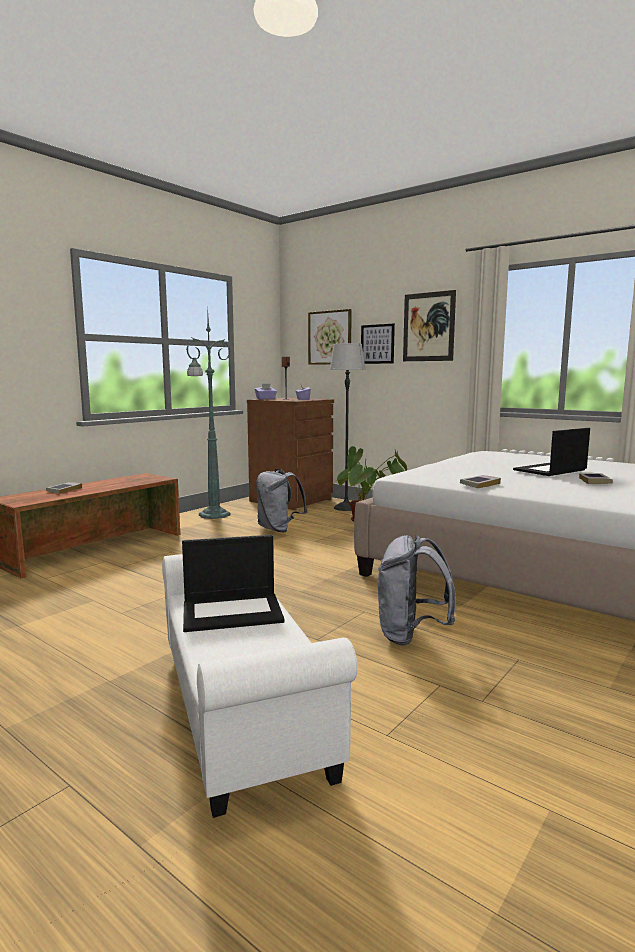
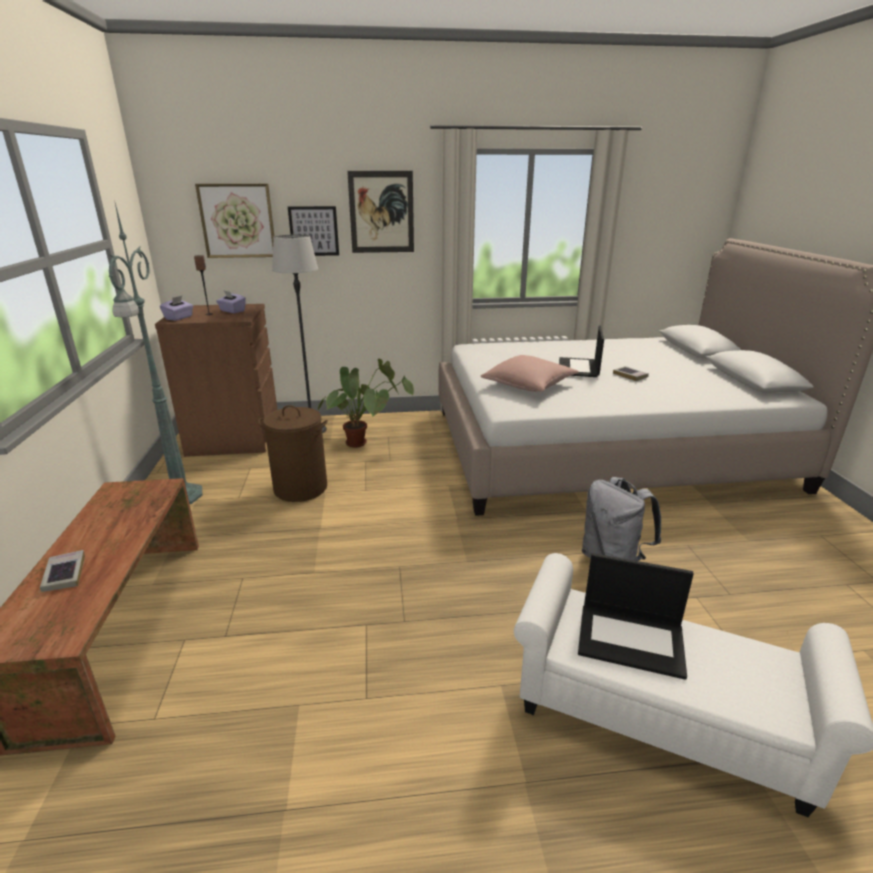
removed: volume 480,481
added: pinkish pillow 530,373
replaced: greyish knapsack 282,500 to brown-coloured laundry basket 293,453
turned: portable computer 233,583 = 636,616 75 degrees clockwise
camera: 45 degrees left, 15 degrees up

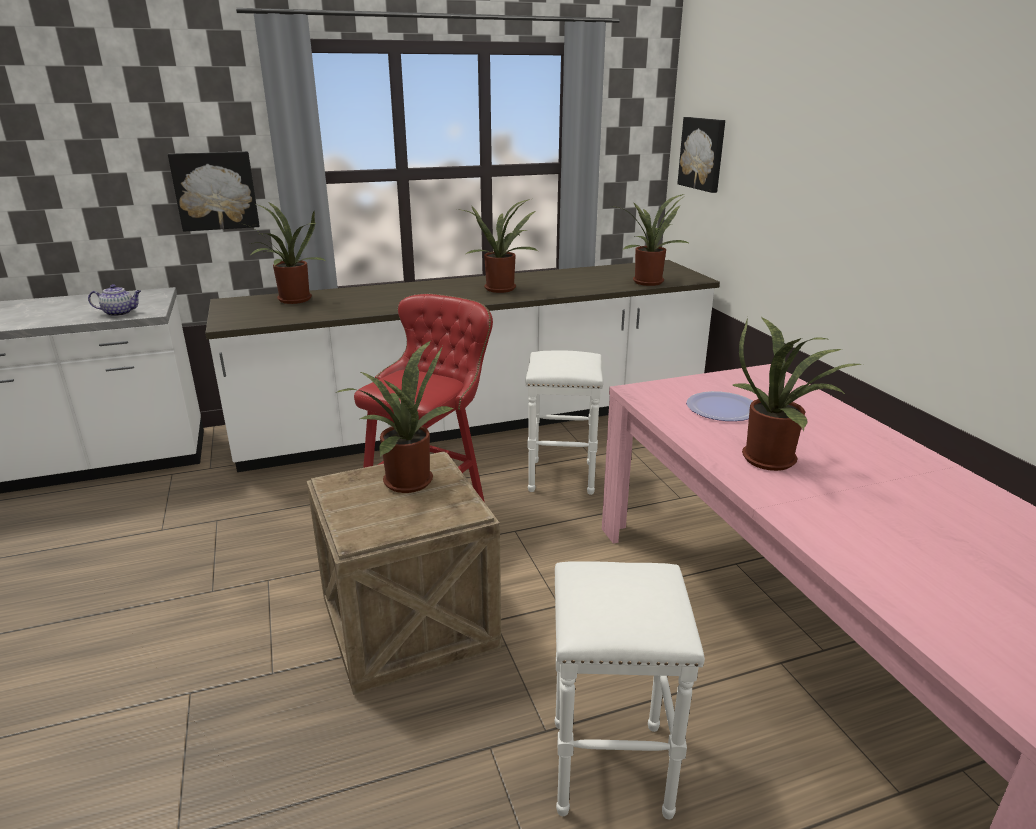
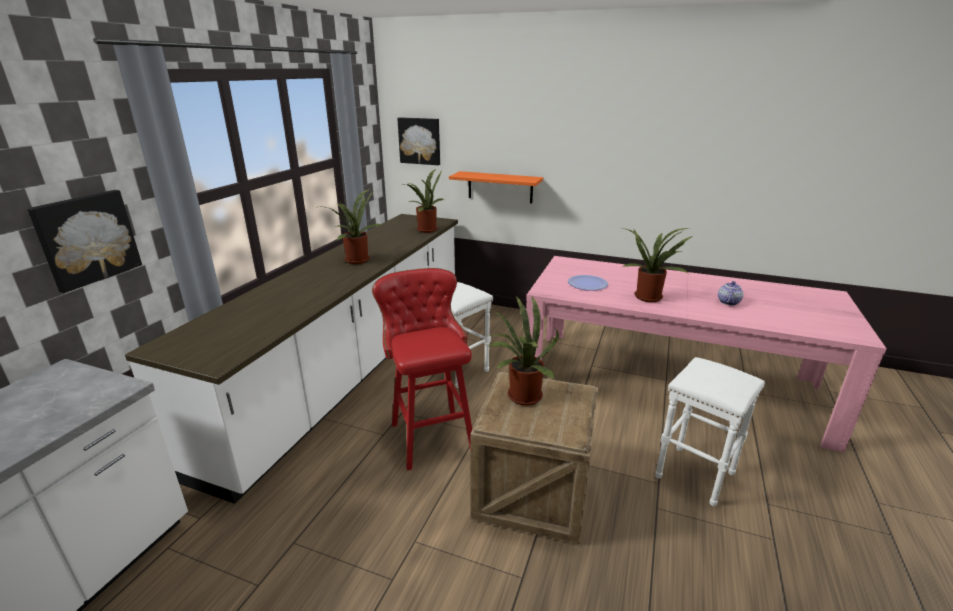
removed: houseplant 283,252
added: orange-coloured shelf 496,187
moved: tea pot 114,300 to 730,293
camera: 50 degrees left, 0 degrees up

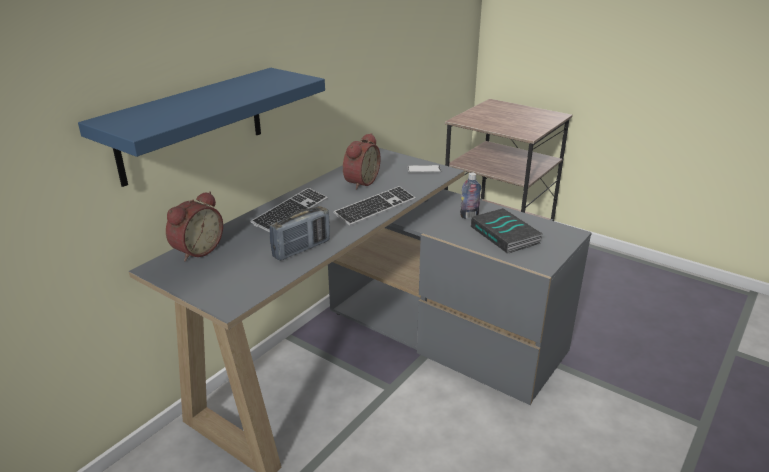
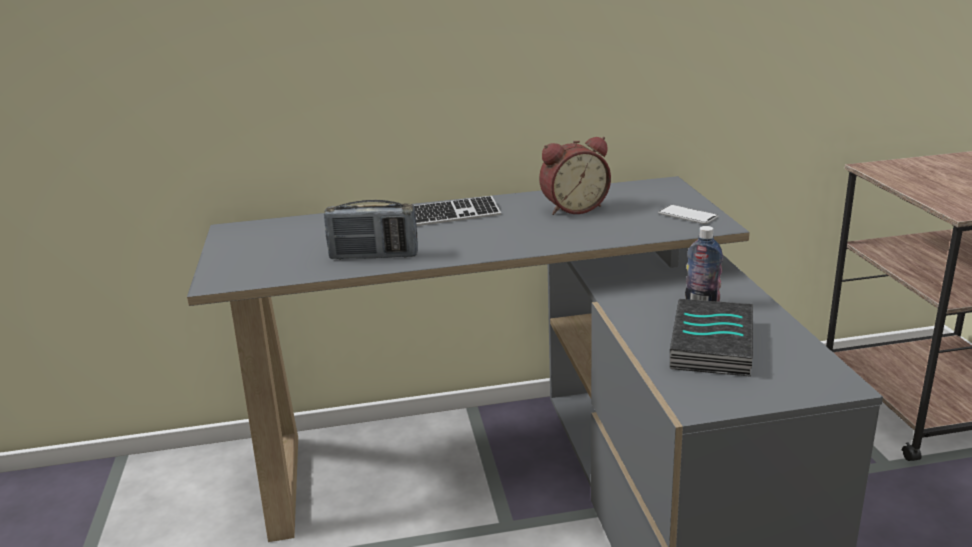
removed: blue shelf 201,127; bedside clock 194,226; computer keyboard 374,206
camera: 45 degrees right, 5 degrees down

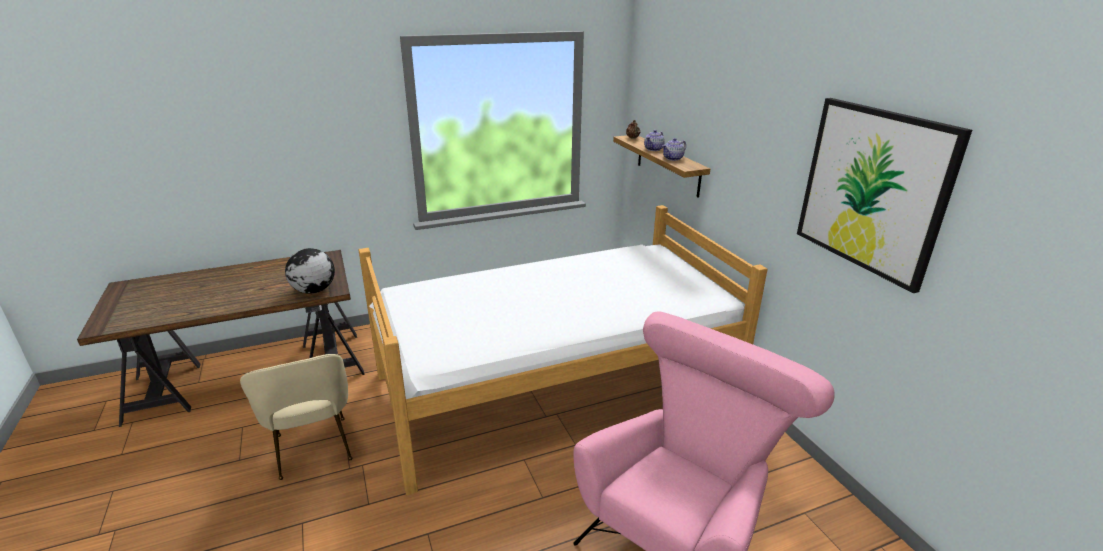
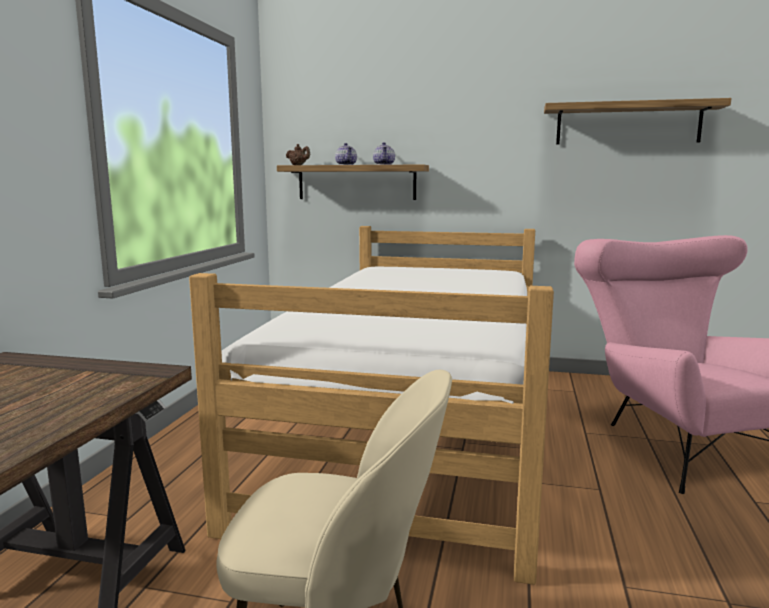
removed: world globe 310,271
replaced: picture 884,195 to shelf 638,121
camera: 55 degrees left, 15 degrees down

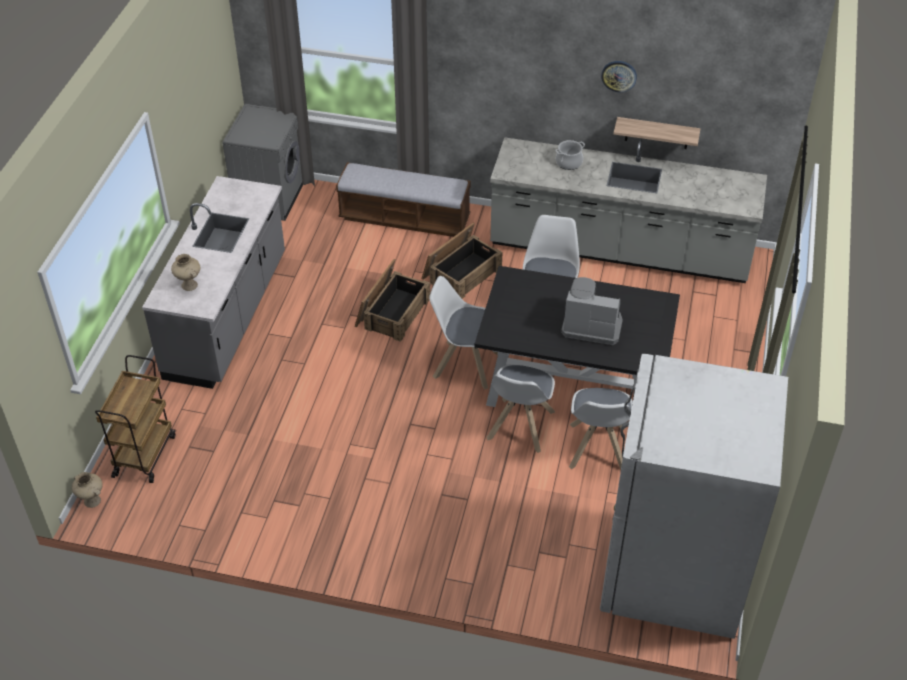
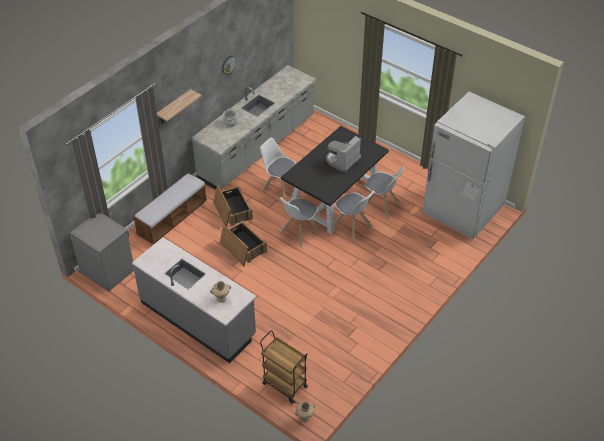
moved: shelf 657,133 to 179,106
camera: 65 degrees left, 0 degrees up

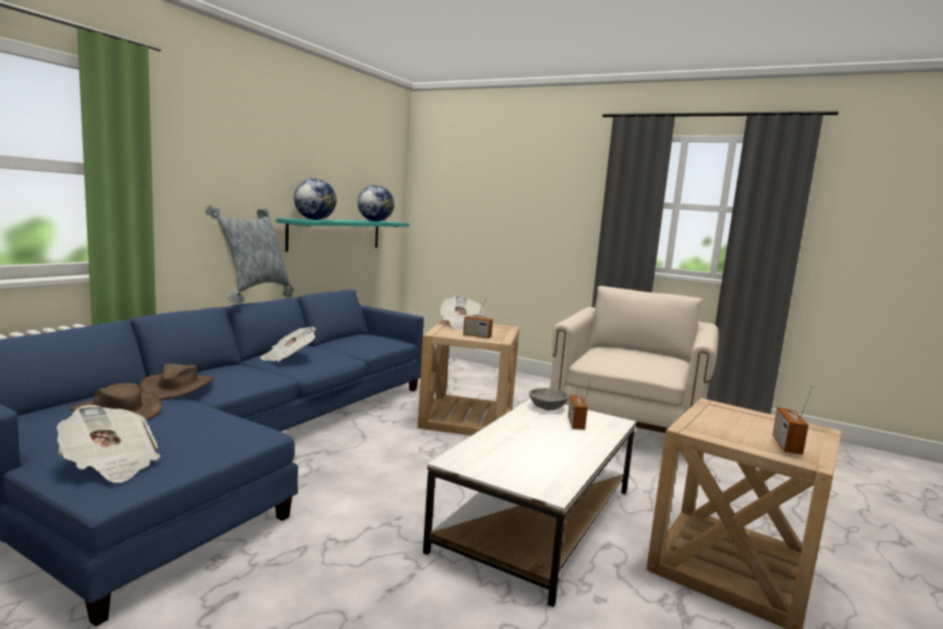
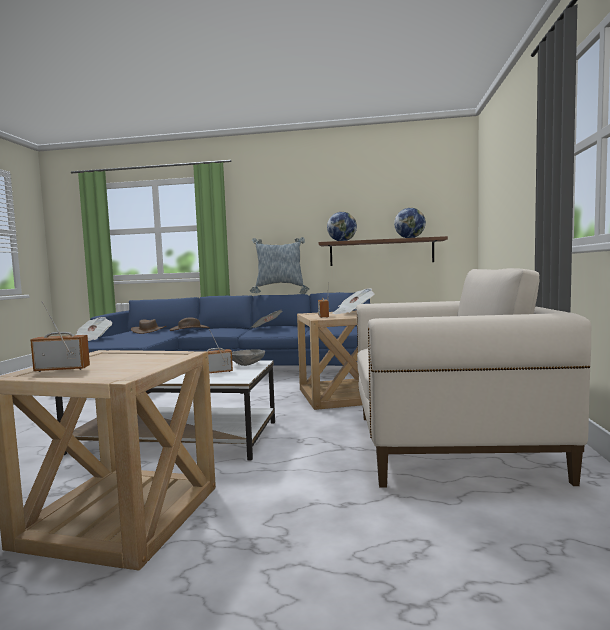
recoloured: turquoise-coloured shelf 342,234 to brown-coloured shelf 383,251
camera: 70 degrees right, 5 degrees down

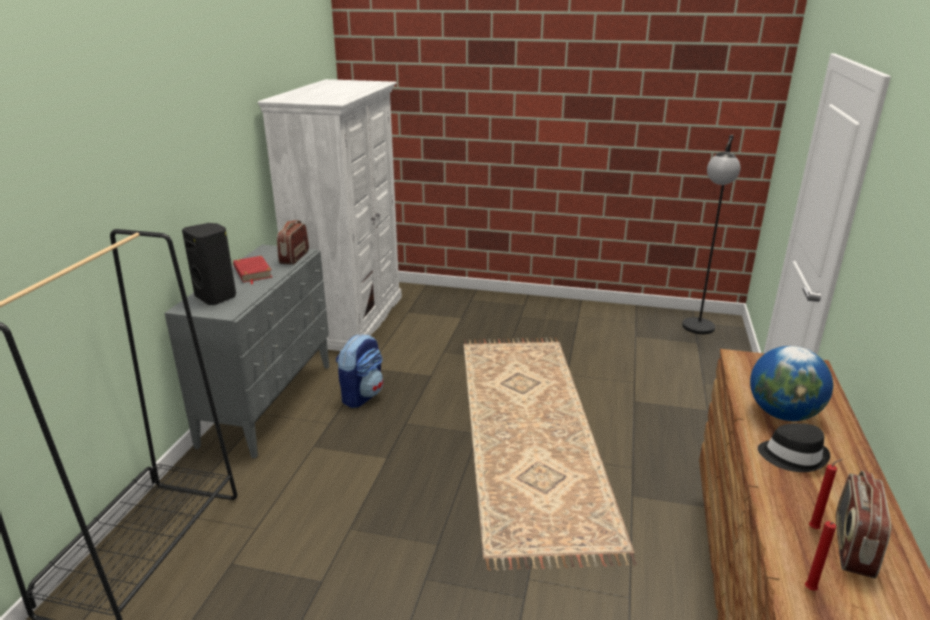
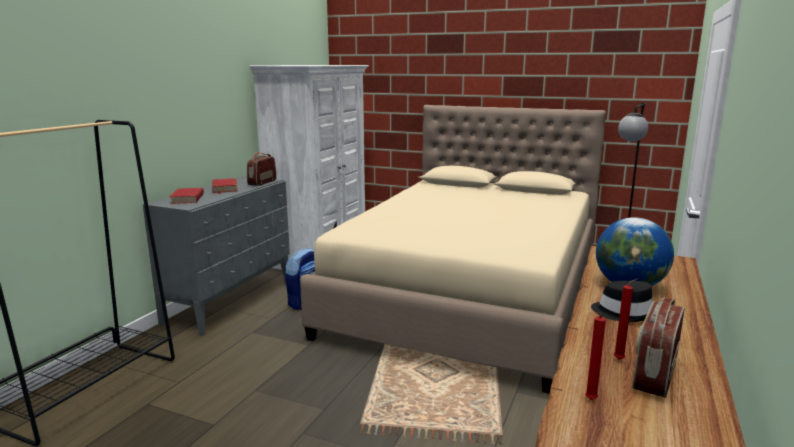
added: beige bedroom bed 453,249
replaced: black speaker 209,264 to red-coloured volume 187,196
camera: 10 degrees right, 10 degrees down

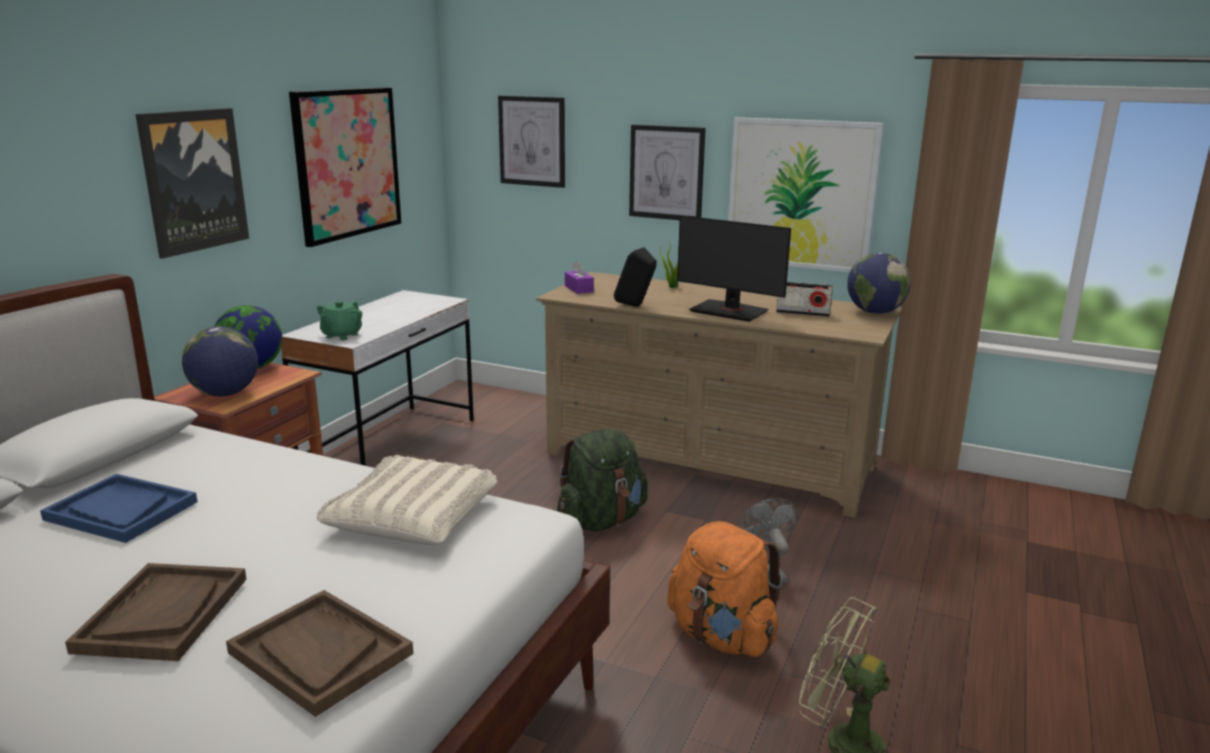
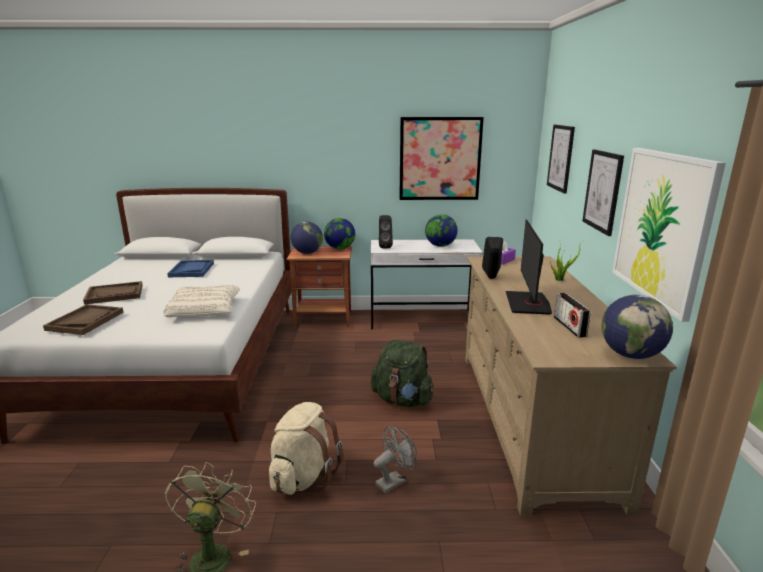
removed: picture 192,183
added: world globe 441,230
replaced: greenish tea pot 339,320 to black speaker 386,231
recoloured: orange-coloured knapsack 725,589 to beige knapsack 306,448
camera: 65 degrees right, 0 degrees up

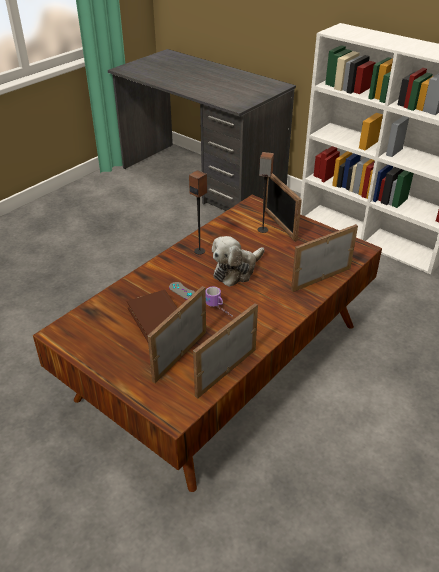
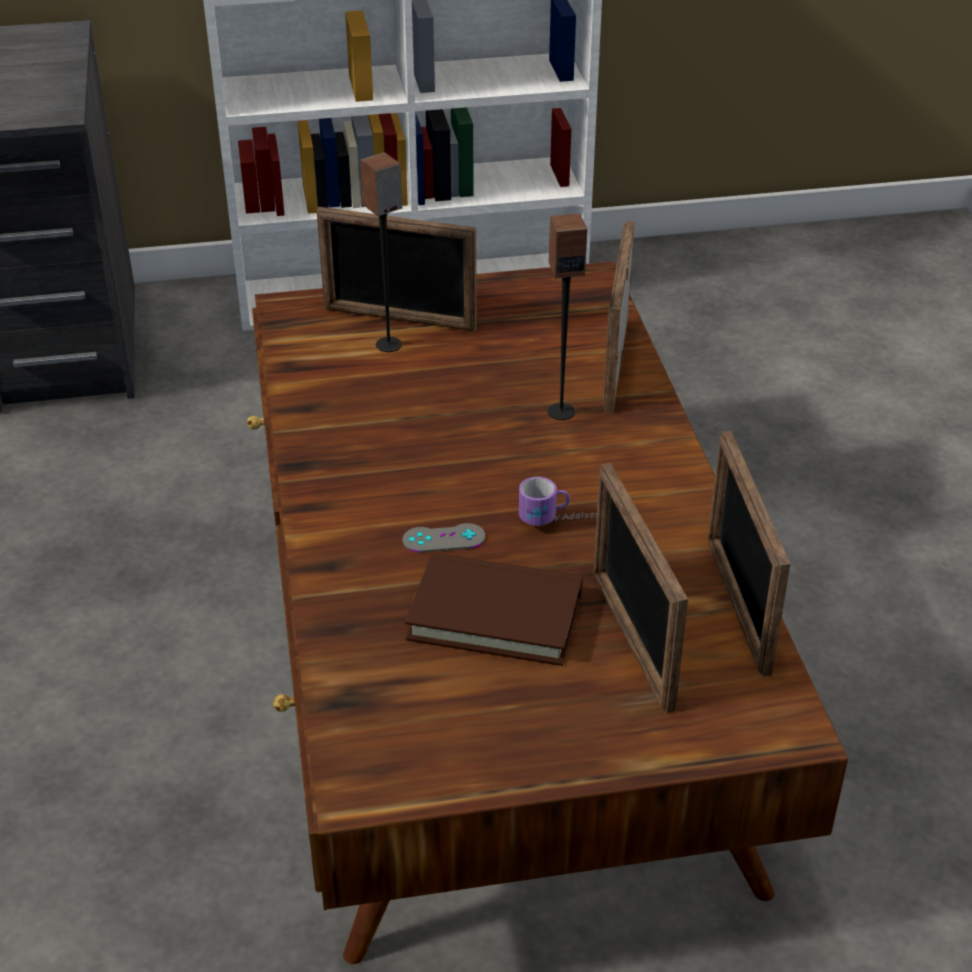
removed: cuddly toy 238,261
moved: speaker 198,212 to 567,316
camera: 50 degrees left, 0 degrees up

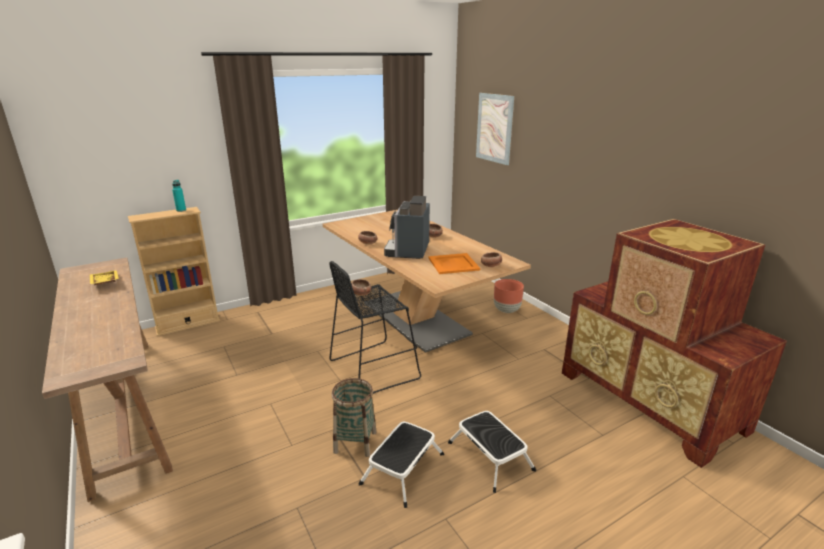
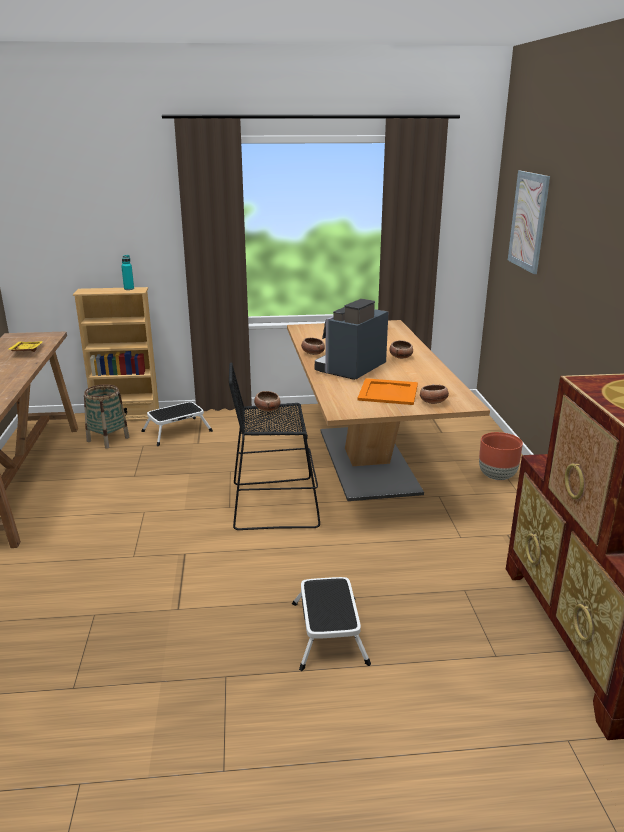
moved: storage basket 354,417 to 107,416; black stepladder 401,465 to 177,424
camera: 25 degrees right, 0 degrees up

